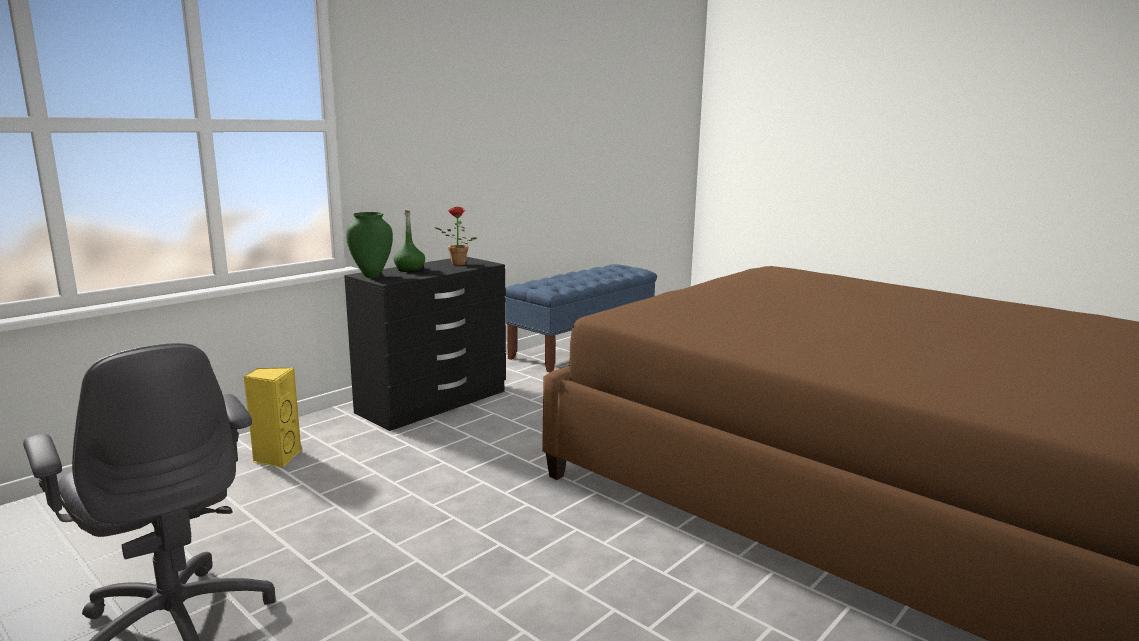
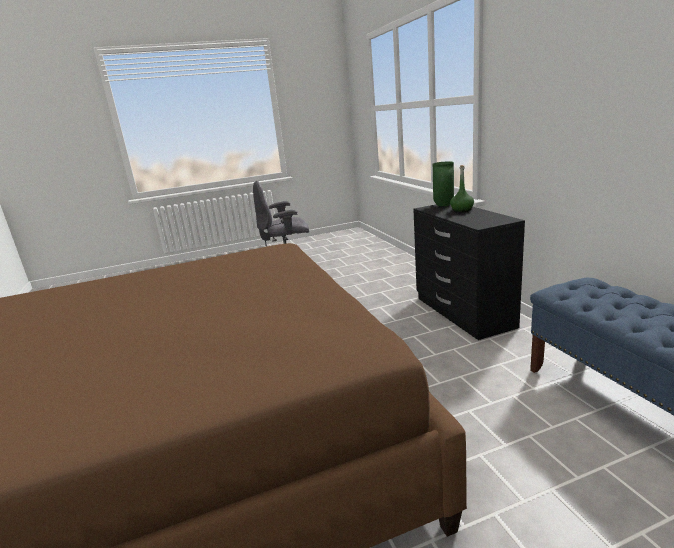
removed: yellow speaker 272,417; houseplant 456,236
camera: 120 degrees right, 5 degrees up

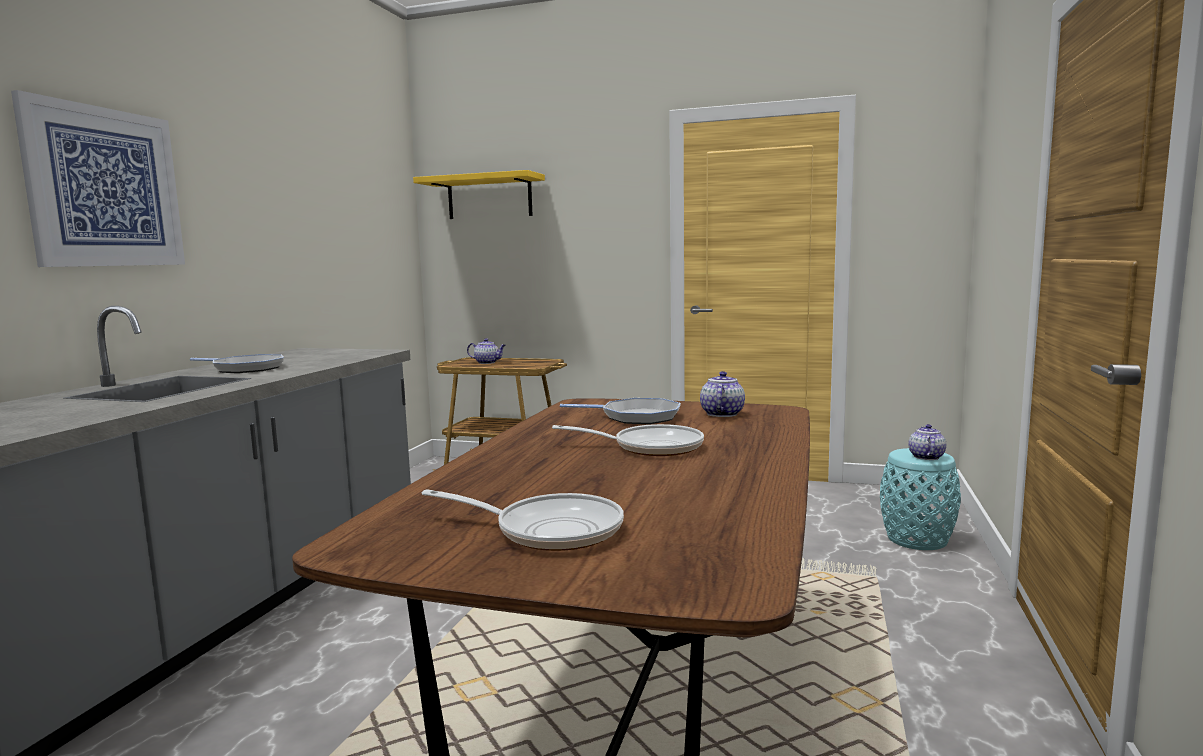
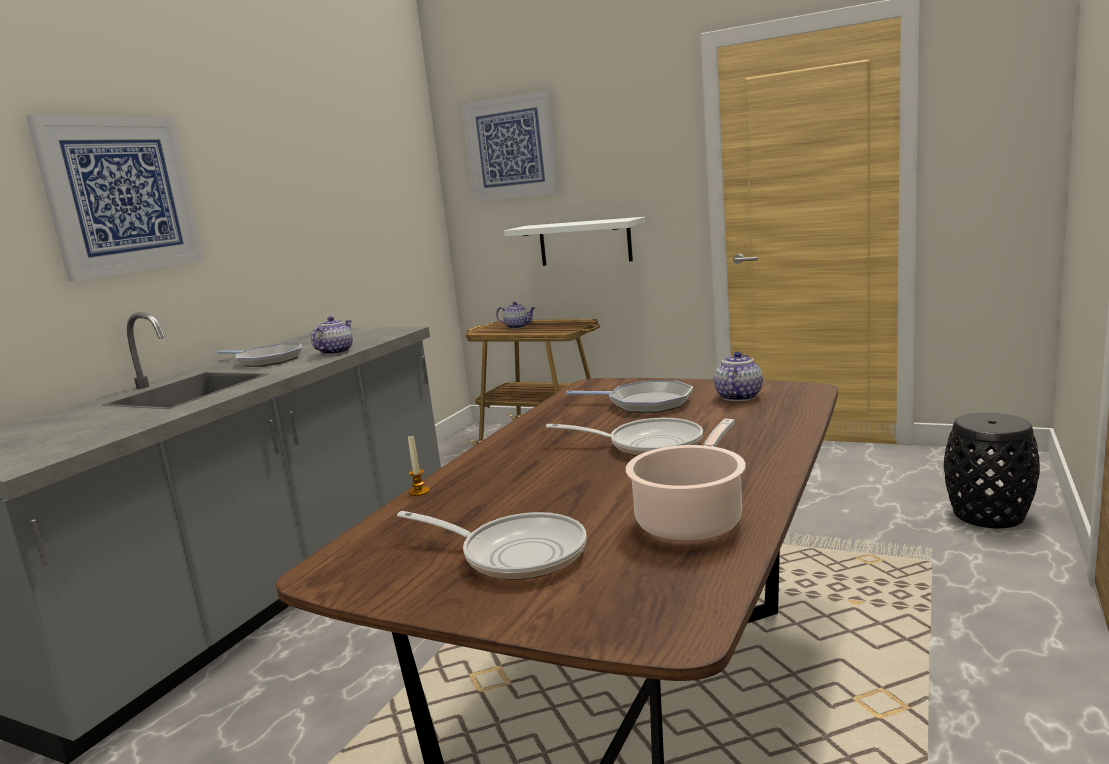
added: wax light 419,465; white shelf 574,241; cooking pot 686,480
moved: tea pot 927,442 to 332,335
replaced: yellow shelf 479,194 to picture 510,146
recoloured: turquoise-coloured stool 920,499 to black stool 992,470
camera: 10 degrees right, 5 degrees up

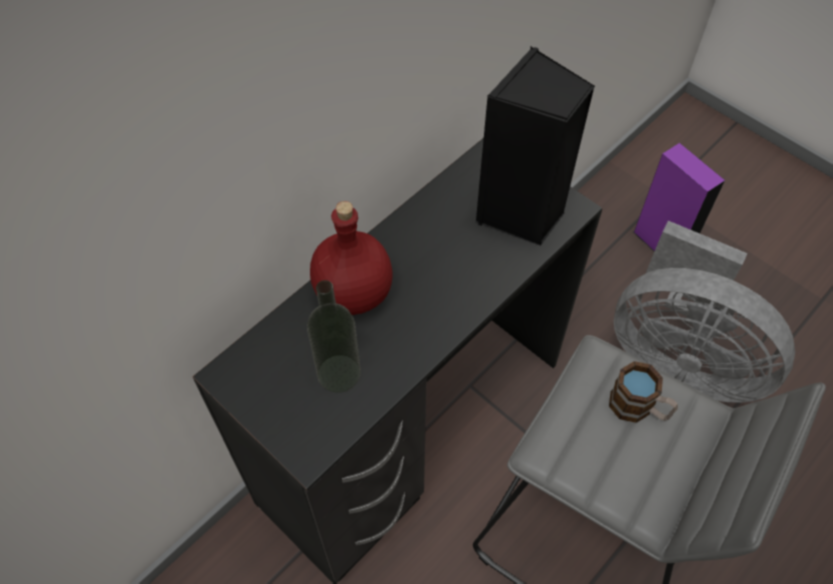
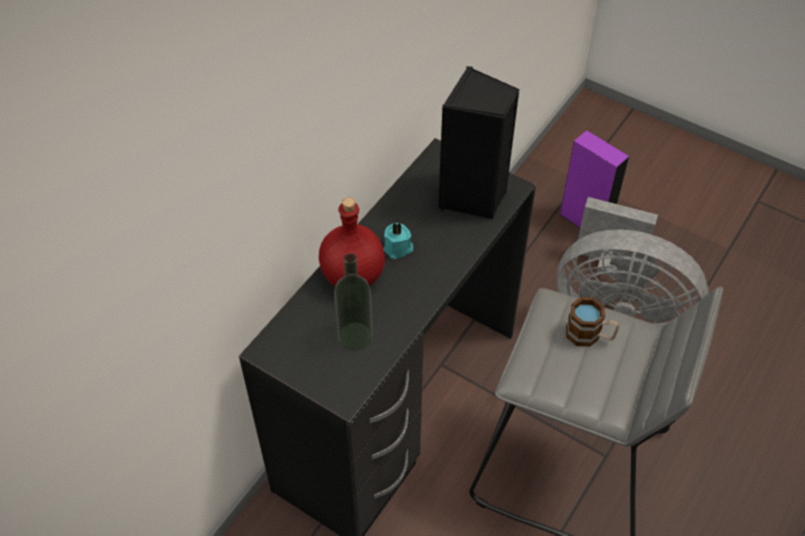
added: turquoise-coloured wax light 398,240
camera: 10 degrees left, 5 degrees down

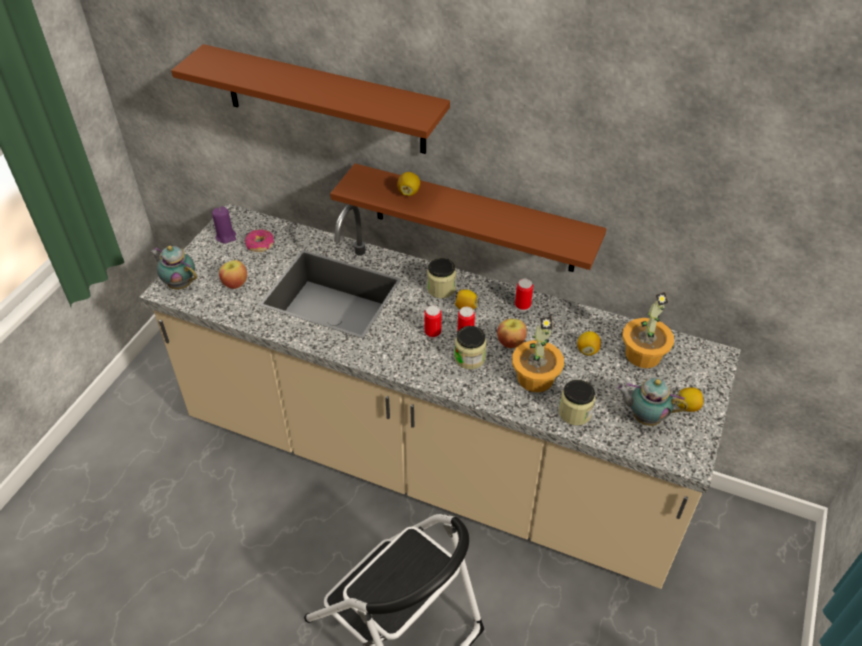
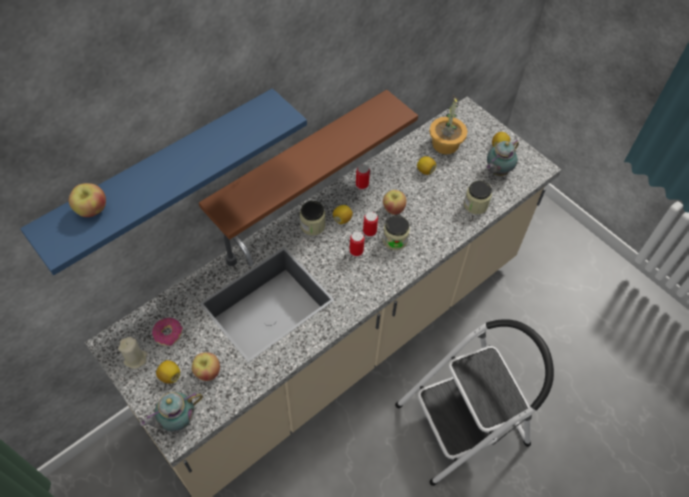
removed: houseplant 538,354
added: apple 87,200
moved: whole lemon 408,184 to 168,372
recoloured: brown-coloured shelf 310,99 to blue shelf 163,181; purple-coloured wax light 224,225 to beige wax light 132,353
camera: 65 degrees left, 10 degrees up

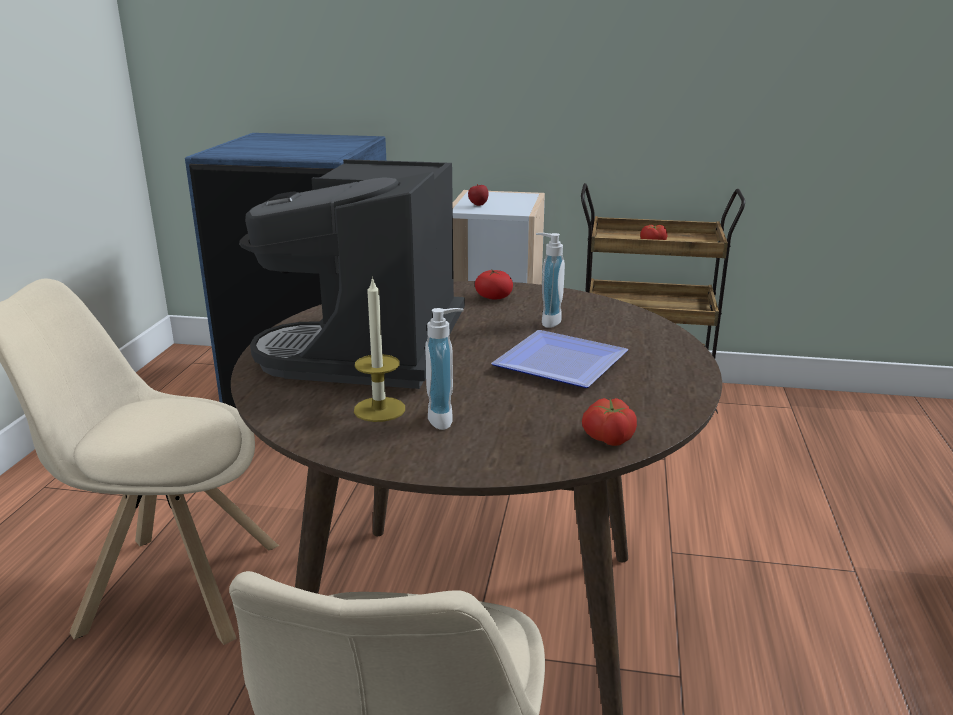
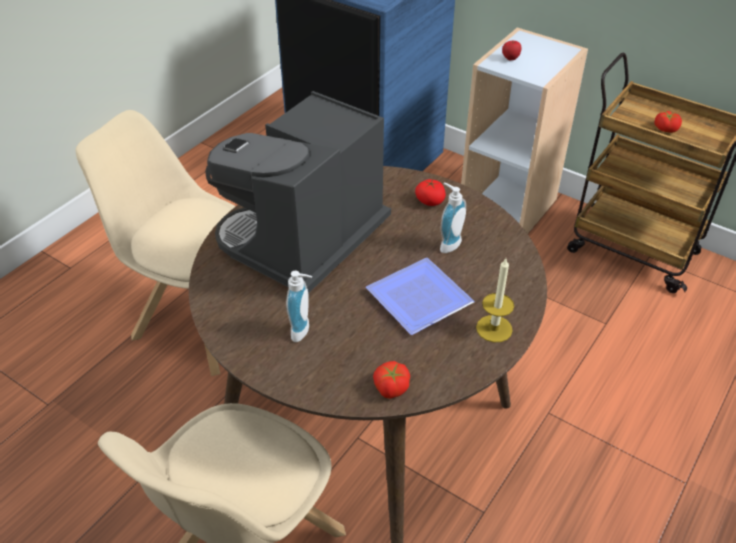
moved: wax light 379,349 to 495,300
camera: 25 degrees right, 20 degrees up

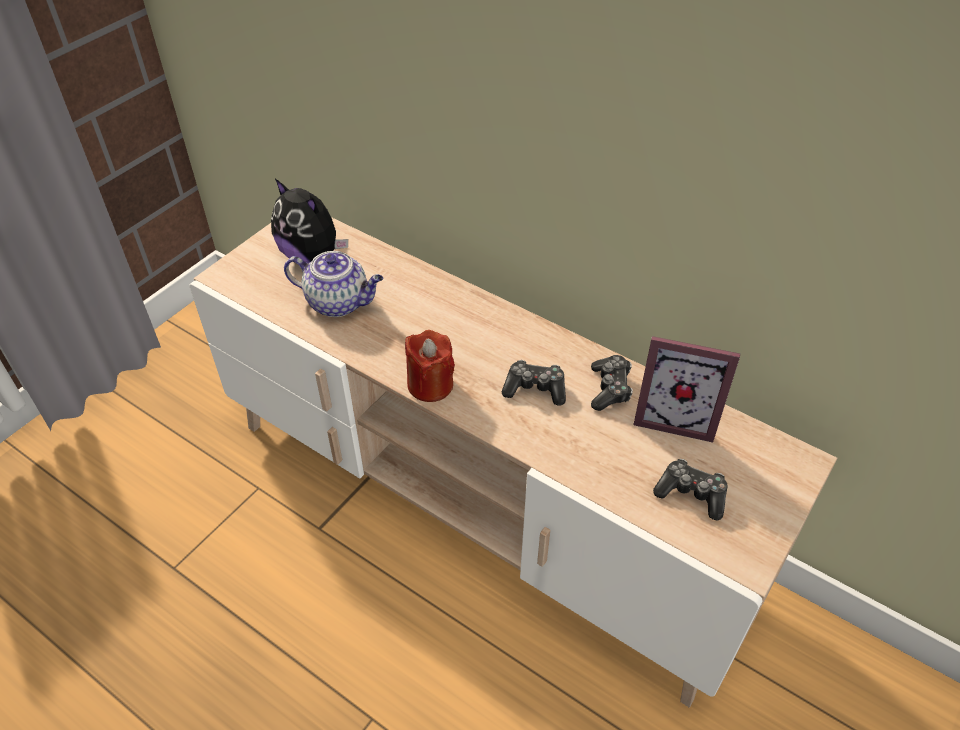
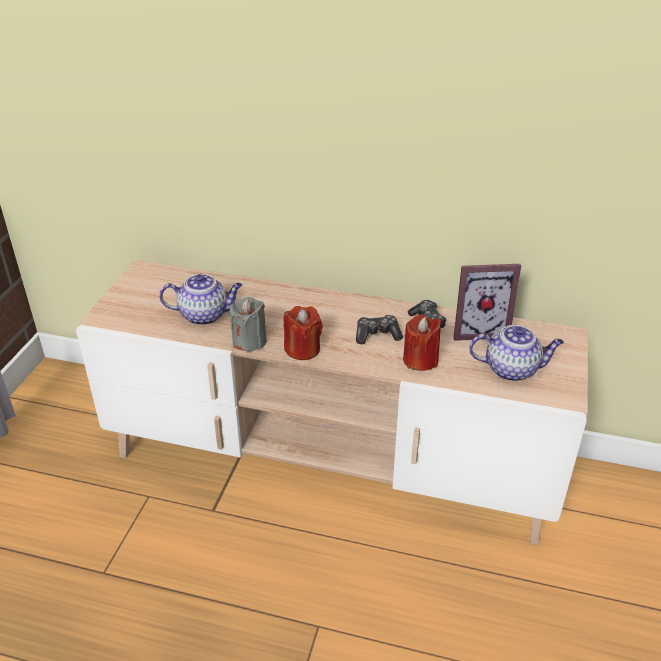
removed: cuddly toy 309,221
added: greyish wax light 248,324; red-coloured wax light 422,343
replaced: game controller 690,490 to tea pot 516,353
camera: 20 degrees left, 10 degrees down

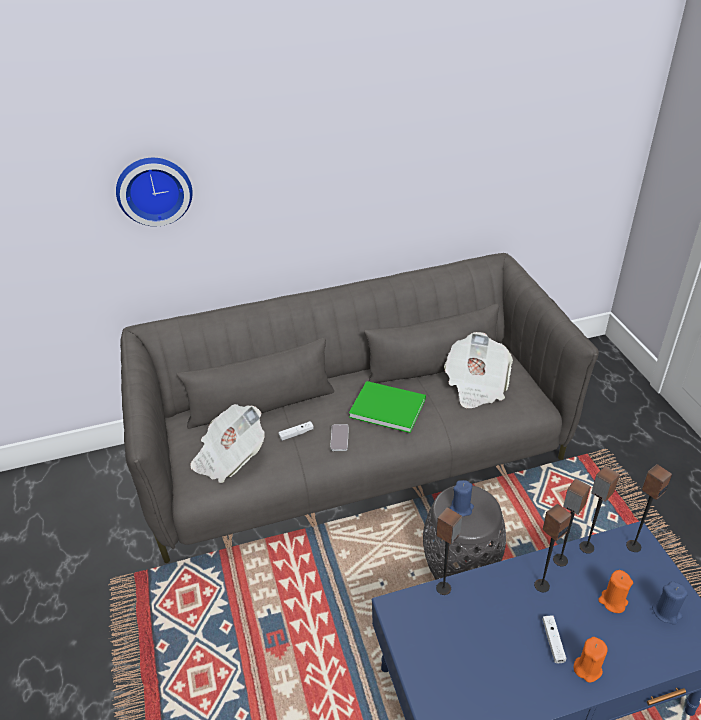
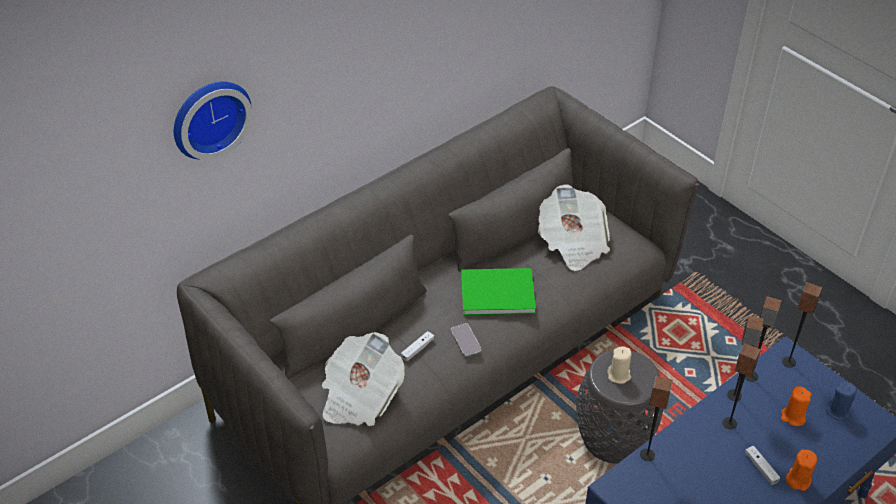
recoloured: blue wax light 462,498 to beige wax light 619,365
camera: 25 degrees left, 5 degrees up

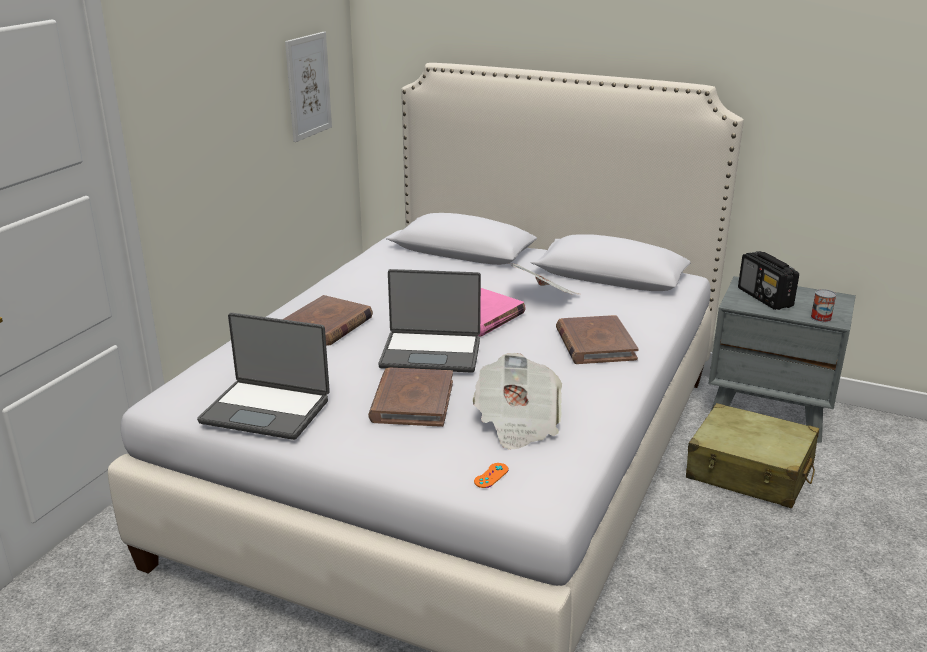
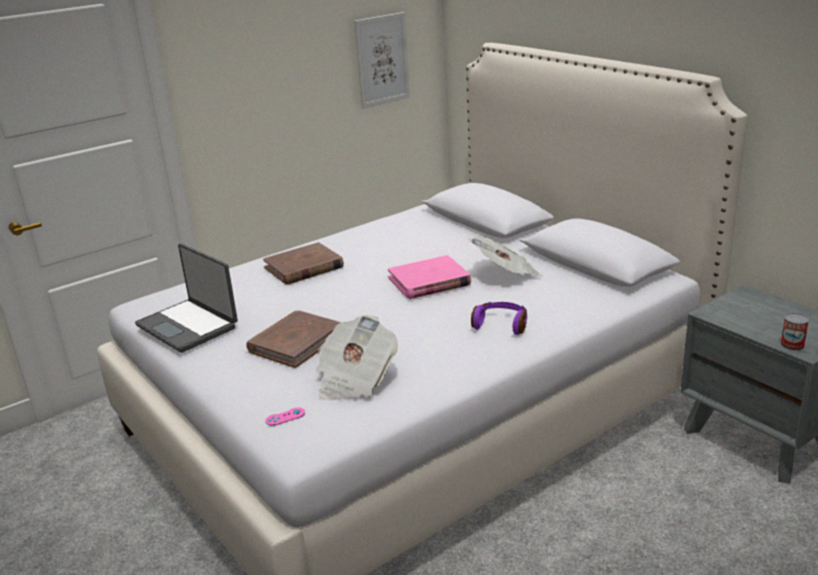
removed: portable computer 429,321; beige suitcase 752,455; radio set 768,280
replaced: brown-coloured volume 597,339 to purple-coloured headset 499,318
recoloured: orange-coloured game controller 491,475 to pinkish game controller 285,416
camera: 30 degrees right, 0 degrees up

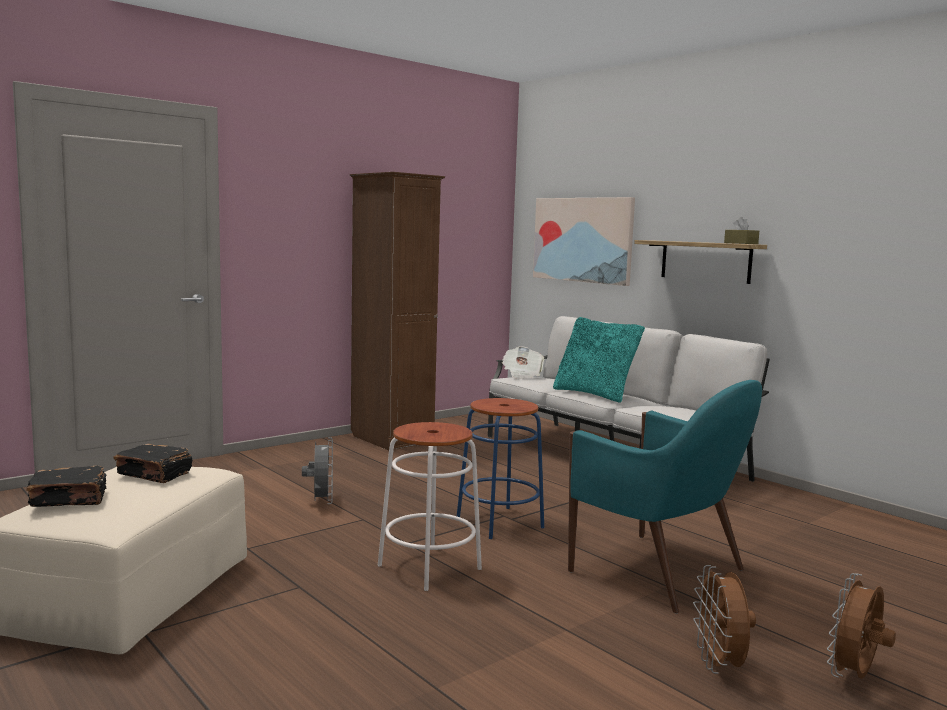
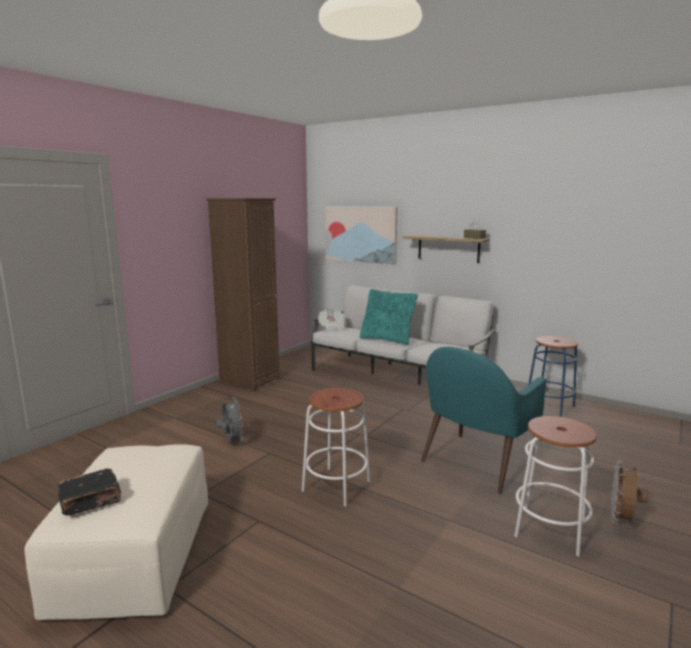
removed: black volume 153,463
moved: blue stool 500,468 to 553,376
replaced: brown-coloured electric fan 724,619 to white stool 555,486
turned: turquoise-coloured lounge chair 665,497 = 484,420 105 degrees clockwise
camera: 15 degrees left, 5 degrees up

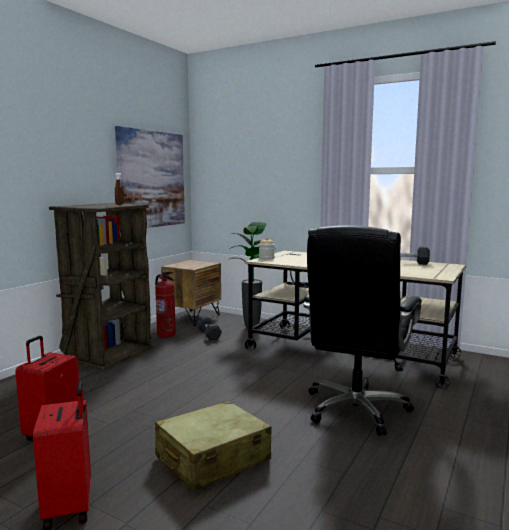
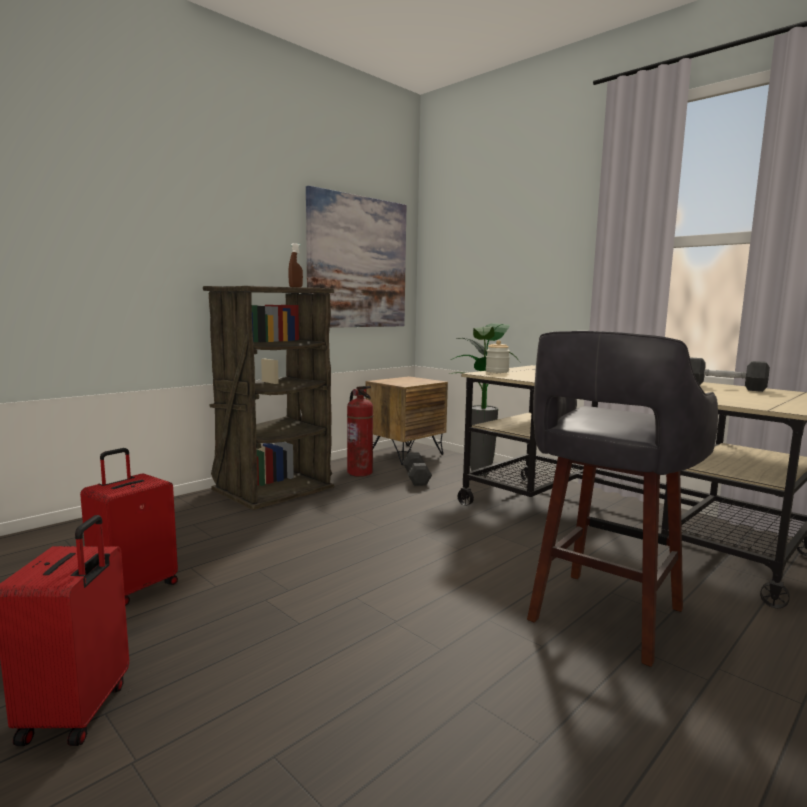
removed: beige suitcase 213,446
replaced: black desk chair 362,330 to greyish stool 622,499
camera: 15 degrees right, 0 degrees up

